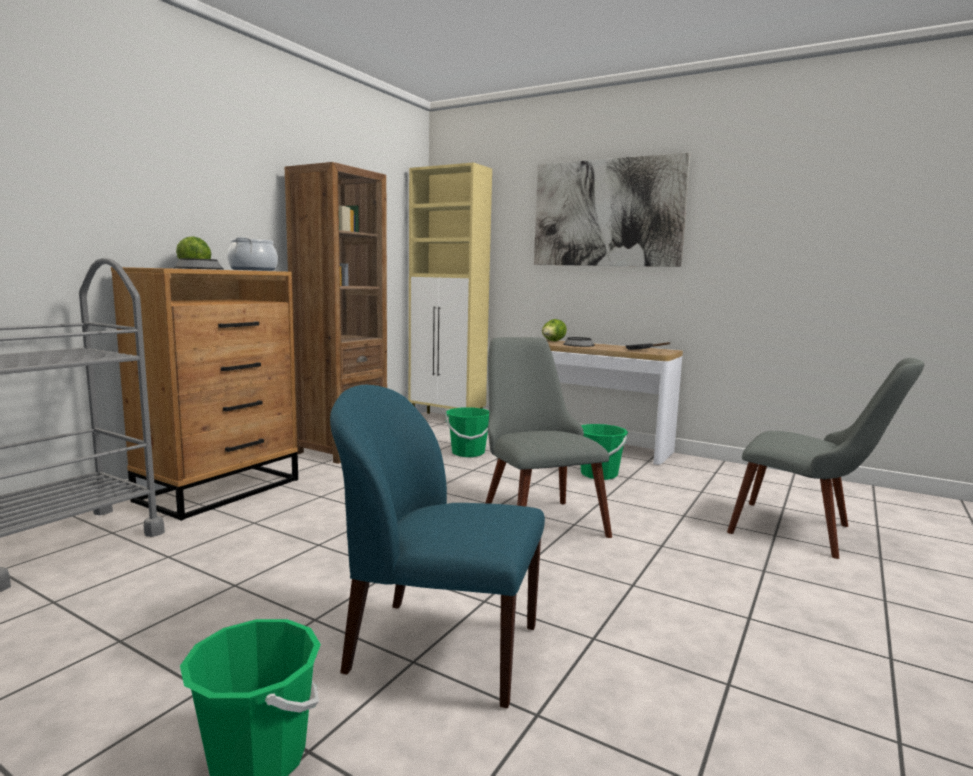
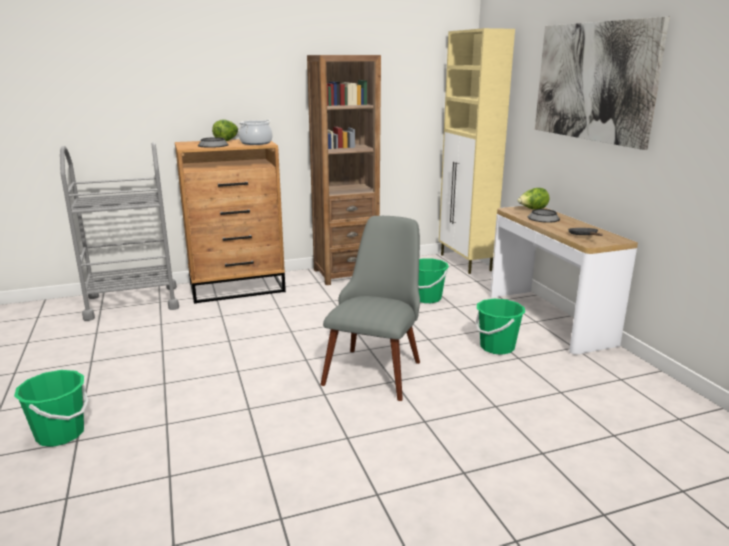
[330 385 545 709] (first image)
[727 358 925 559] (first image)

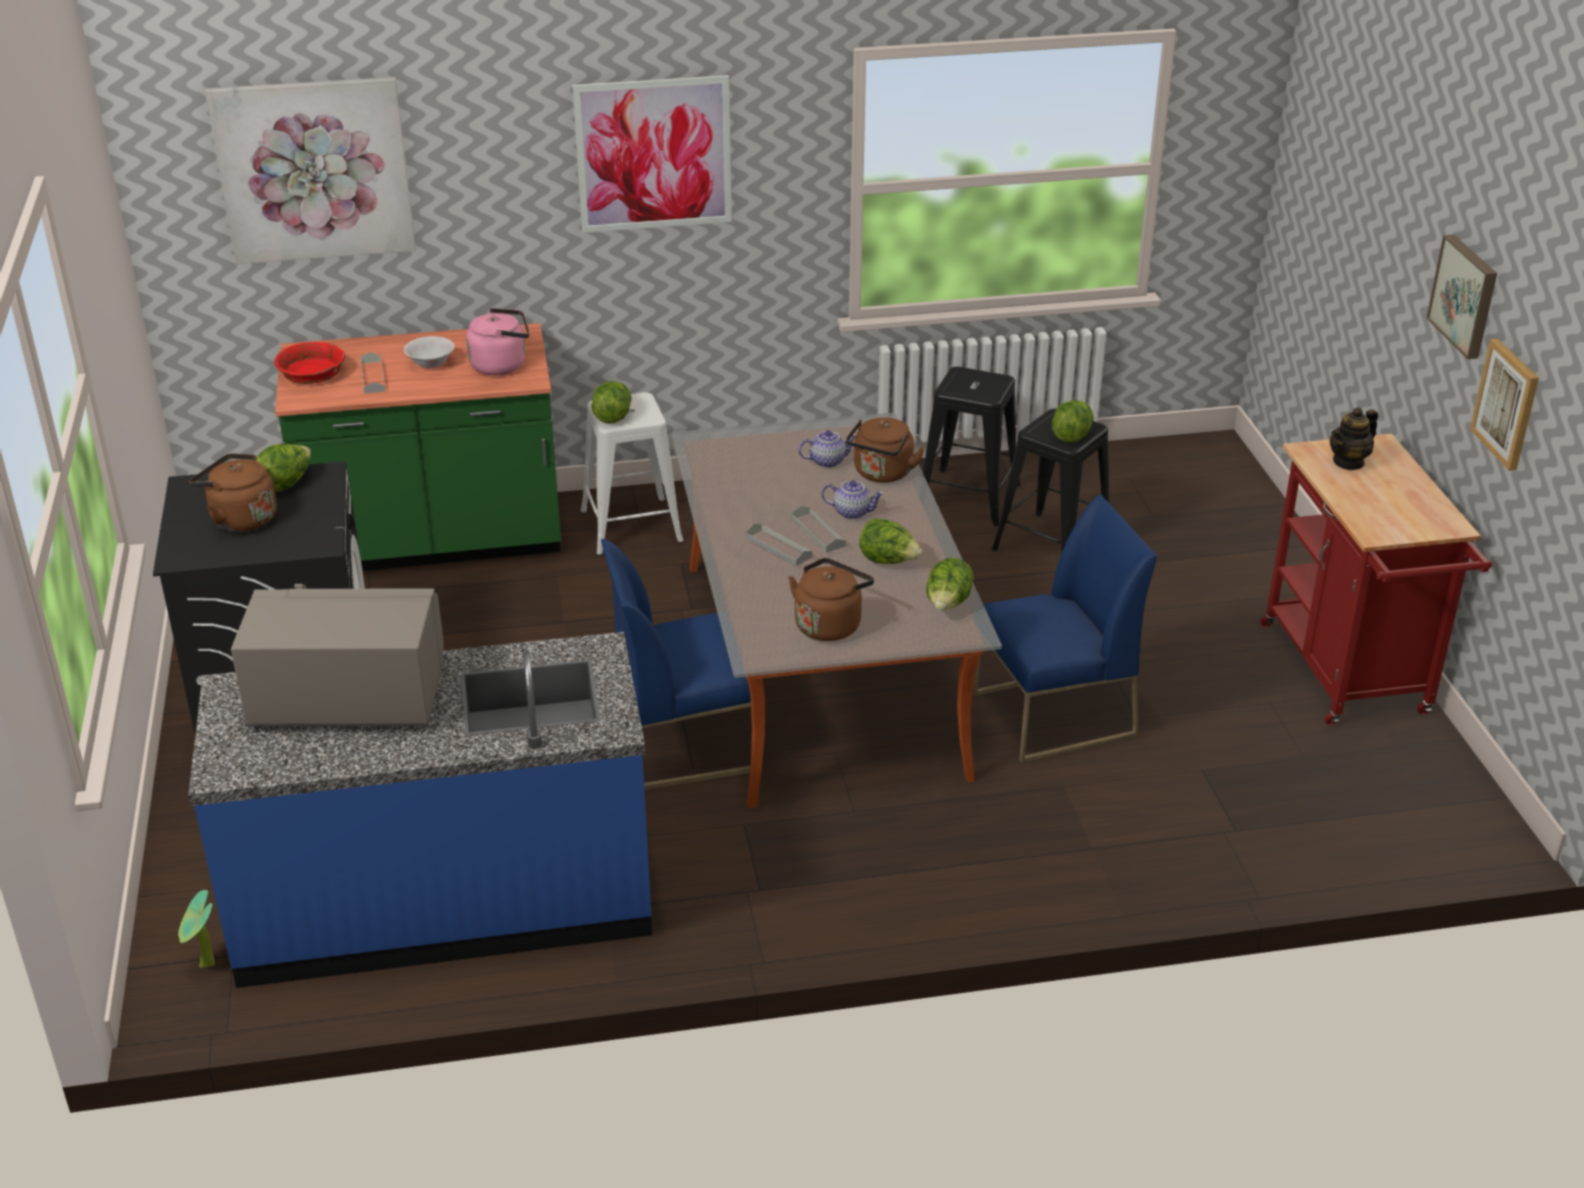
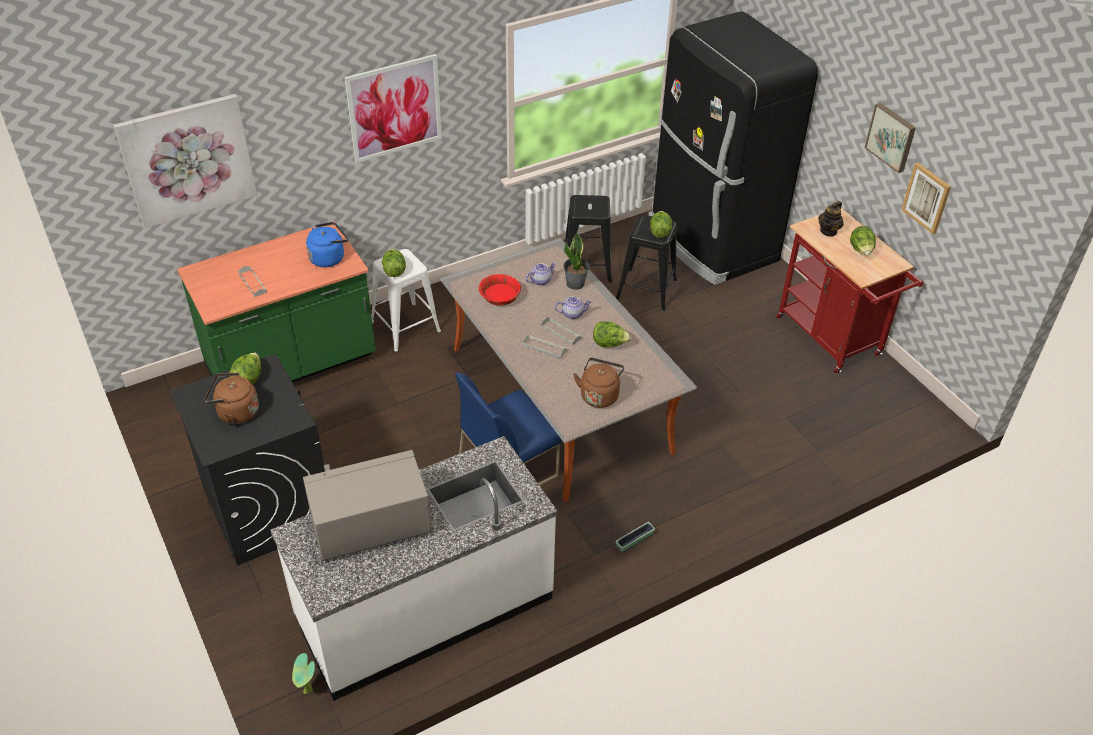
[404 336 454 368] (first image)
[973 495 1157 763] (first image)
[616 522 655 553]
[649 11 818 285]
[479 274 521 306]
[850 226 876 256]
[564 232 589 290]
[270 436 558 701]
[306 222 348 267]

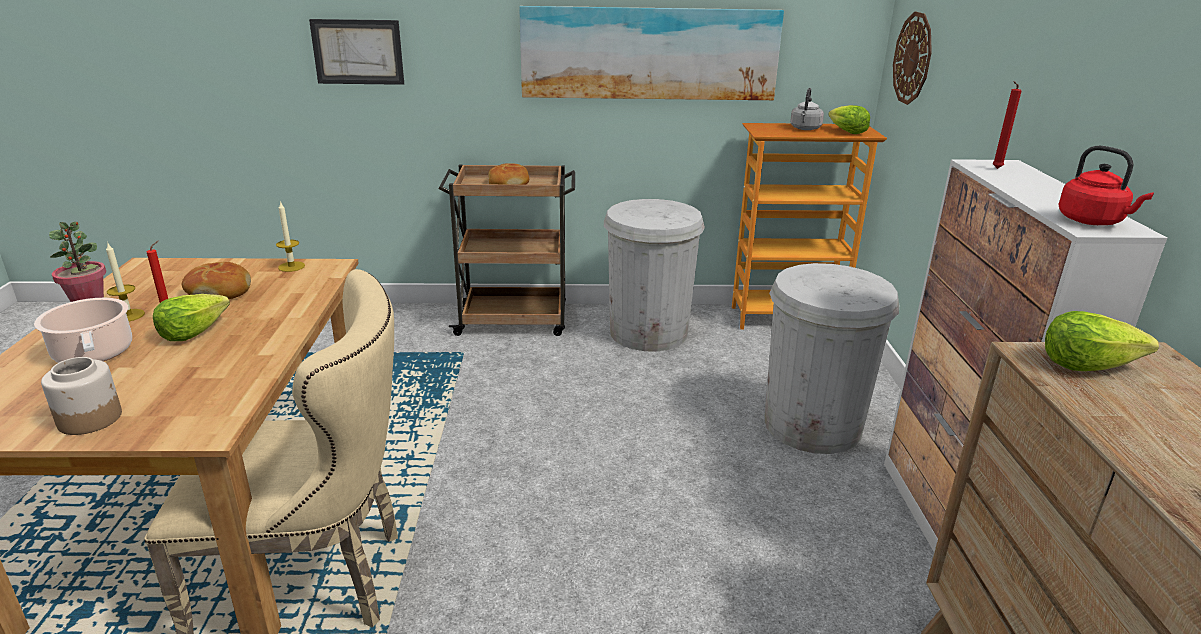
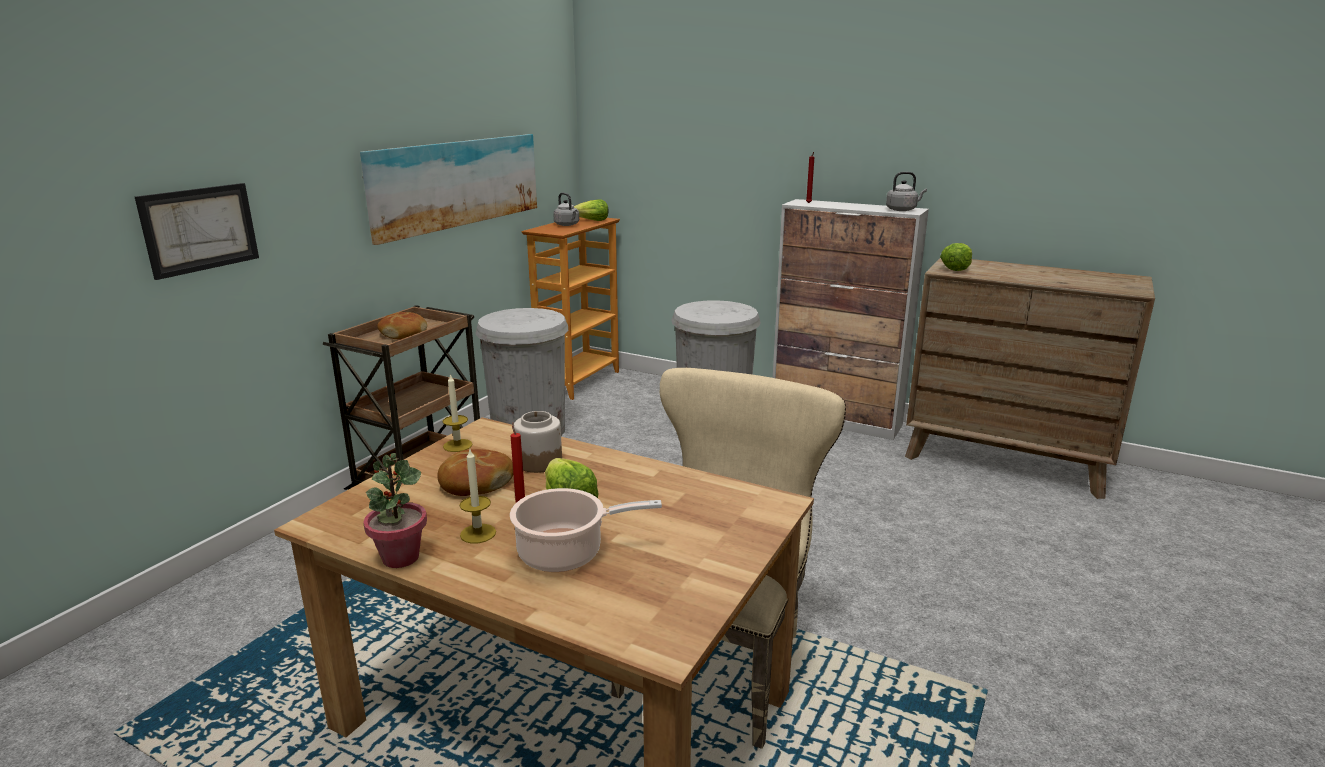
[893 12 932 105] (first image)
[514 411 562 473]
[886 172 927 211]

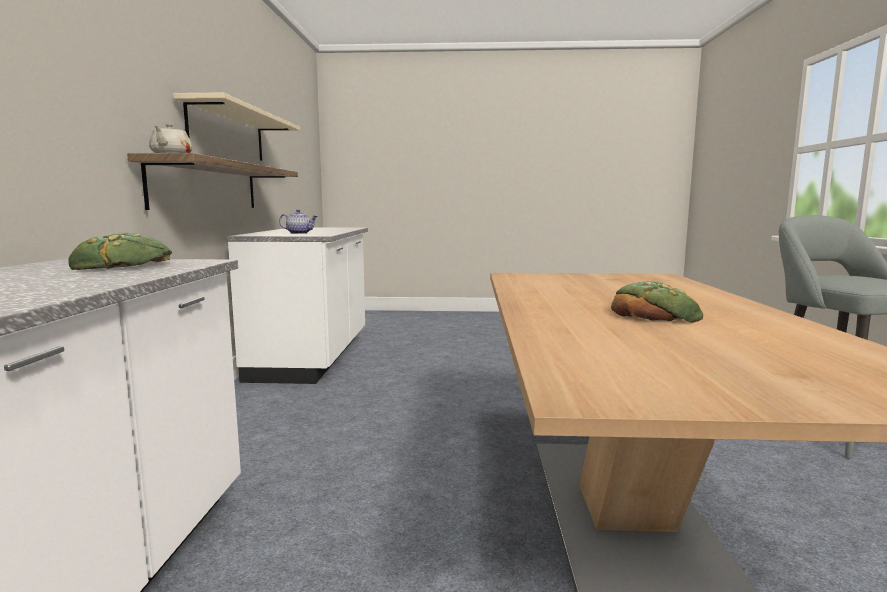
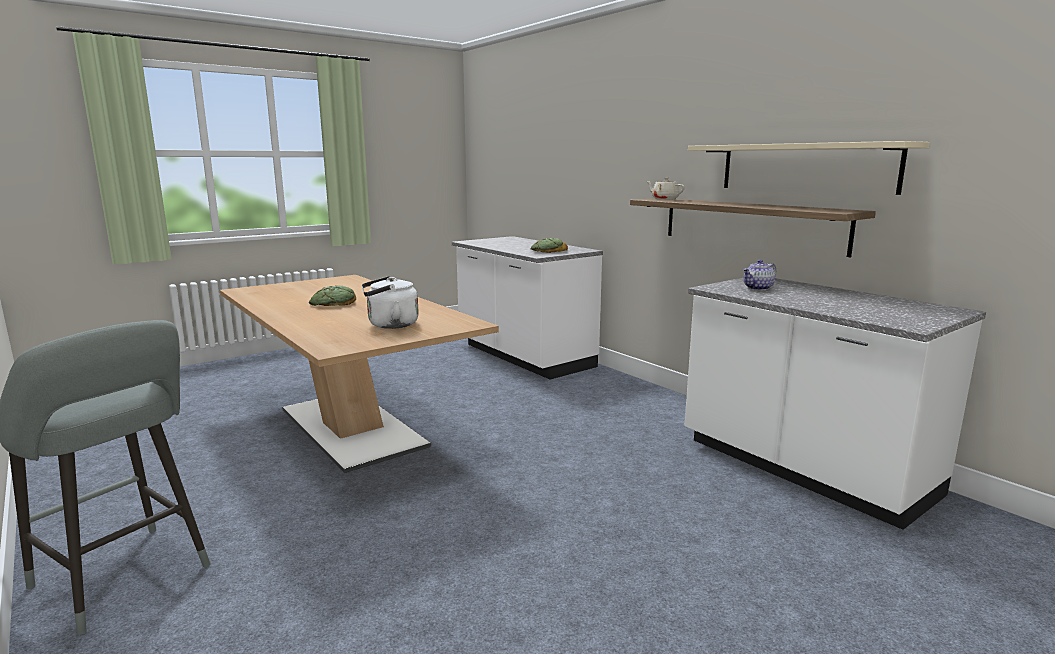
[362 276 419 329]

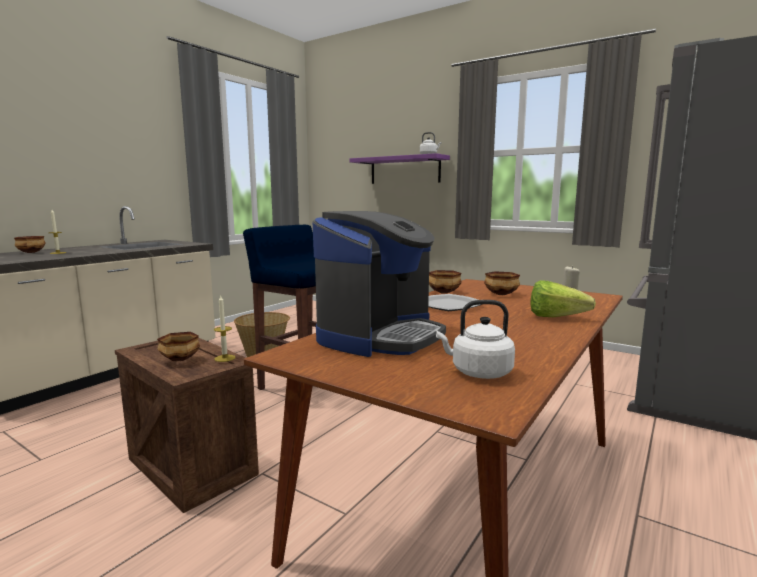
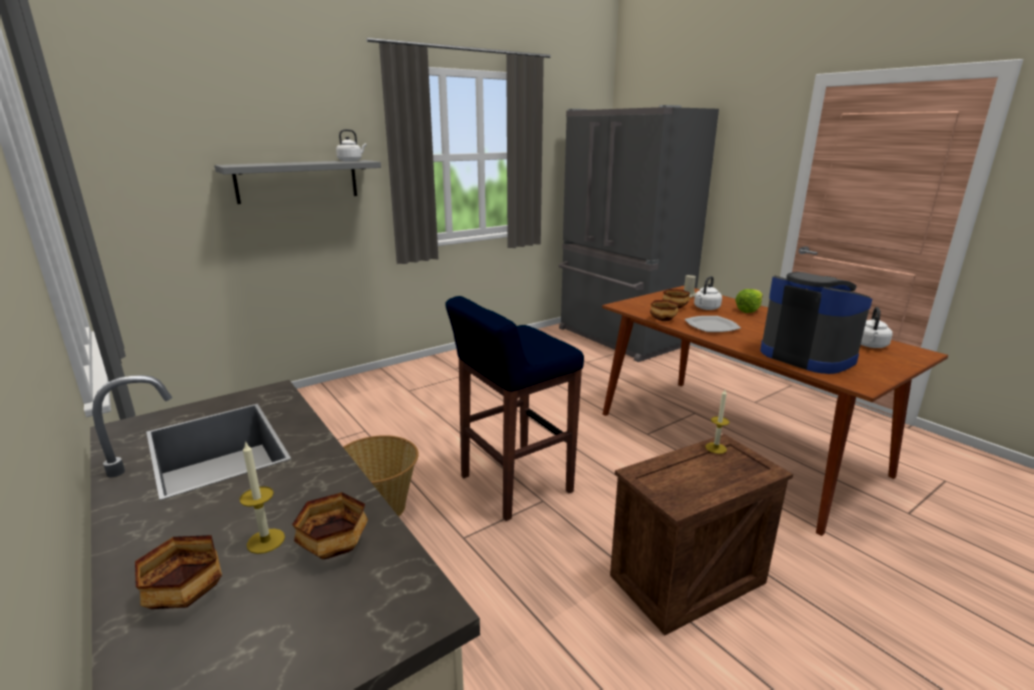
[694 276 722 310]
[292 492 368 559]
[214 160 381 204]

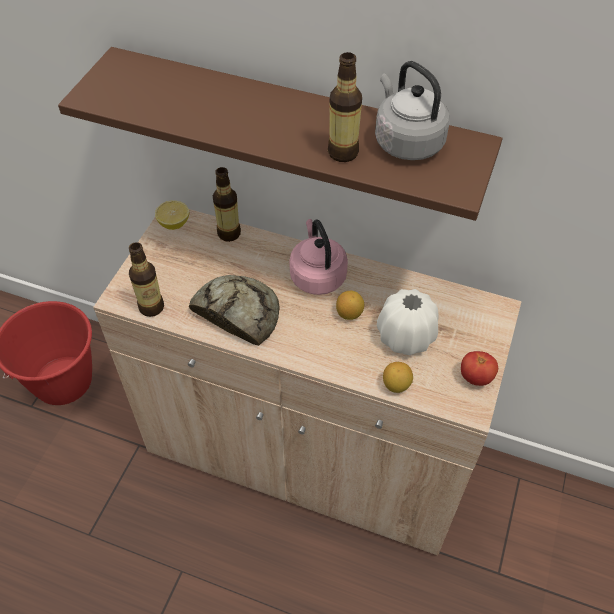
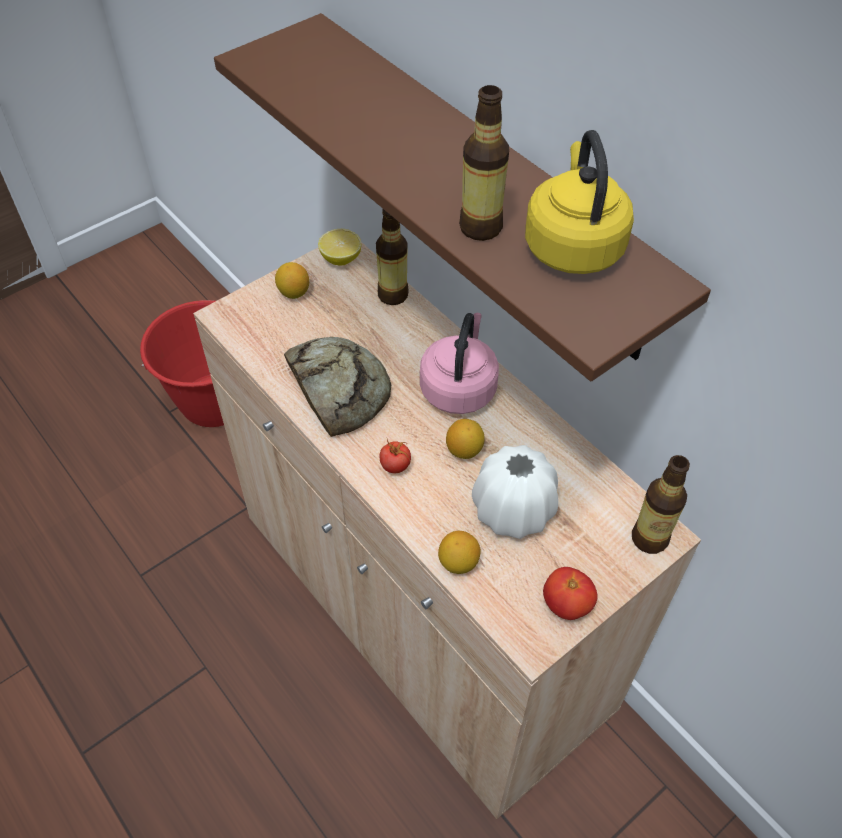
[275 262 309 299]
[380 439 411 473]
[632 455 690 554]
[525 130 634 274]

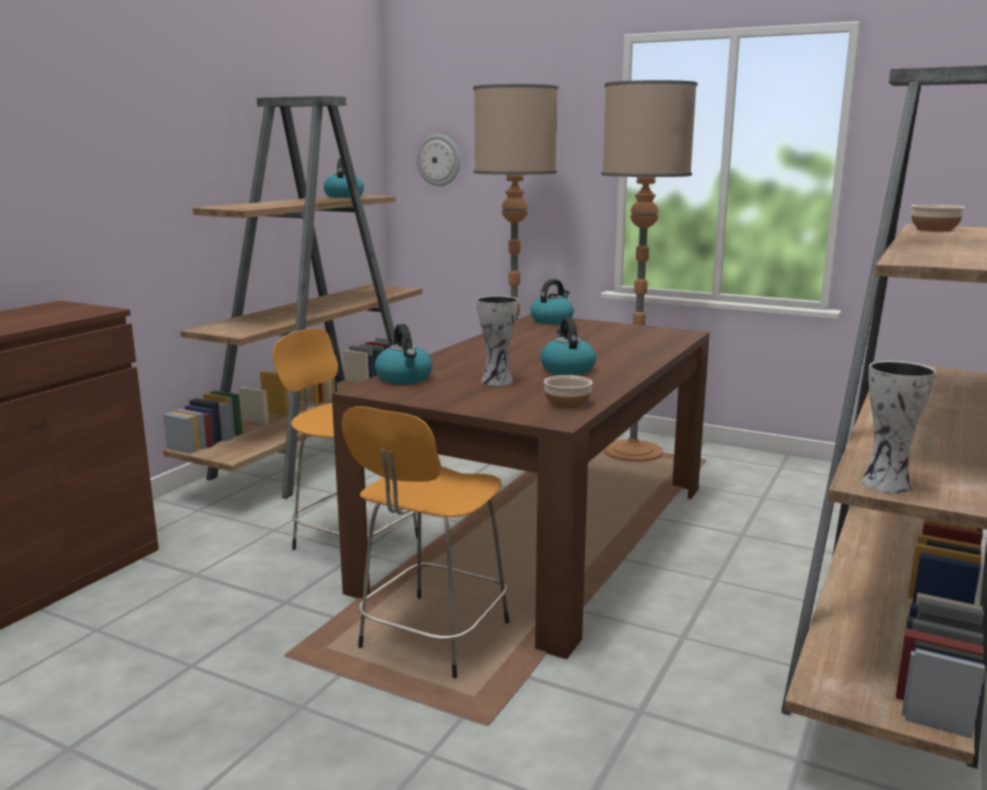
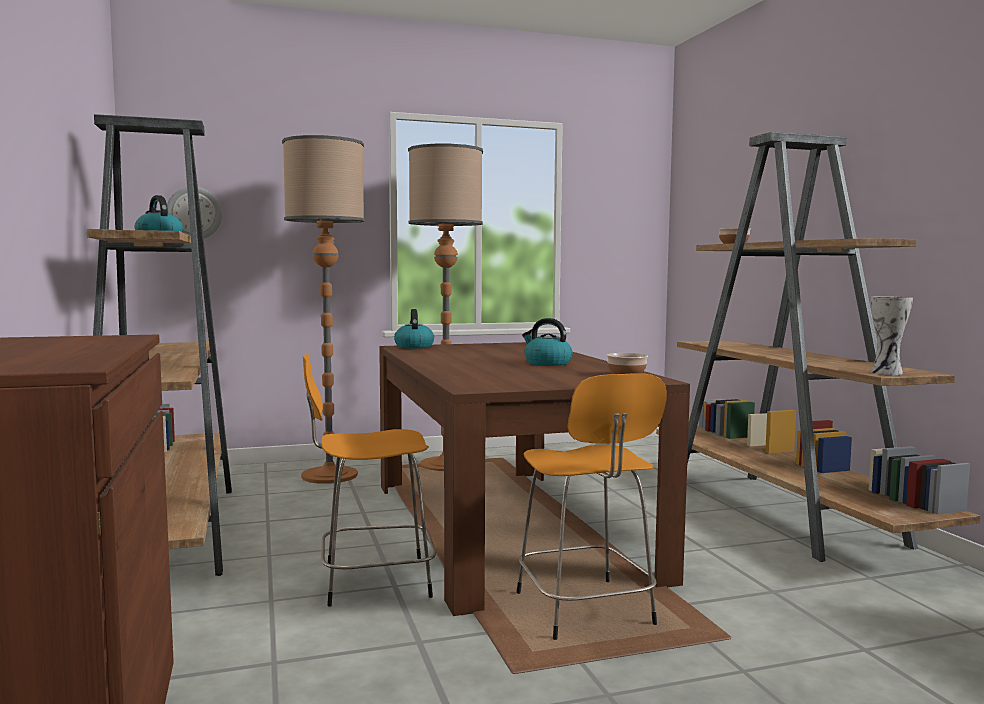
[375 324 433 384] (first image)
[477 296 518 386] (first image)

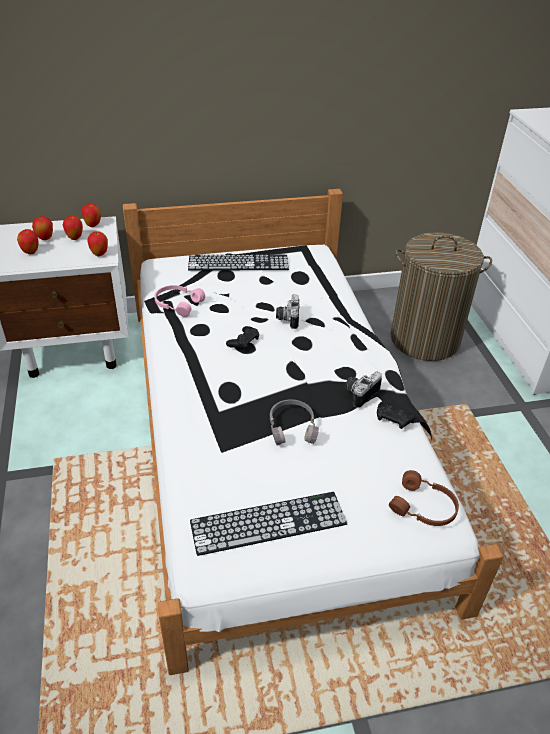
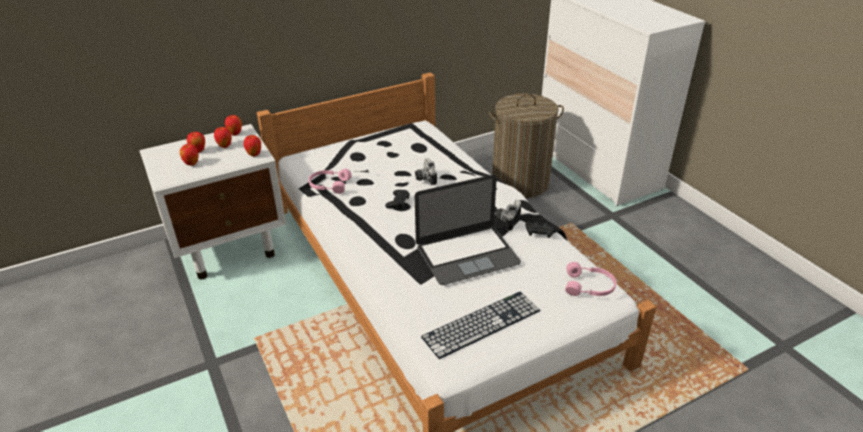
[188 255 289 271] (first image)
[415 175 521 285]
[565 262 616 296]

